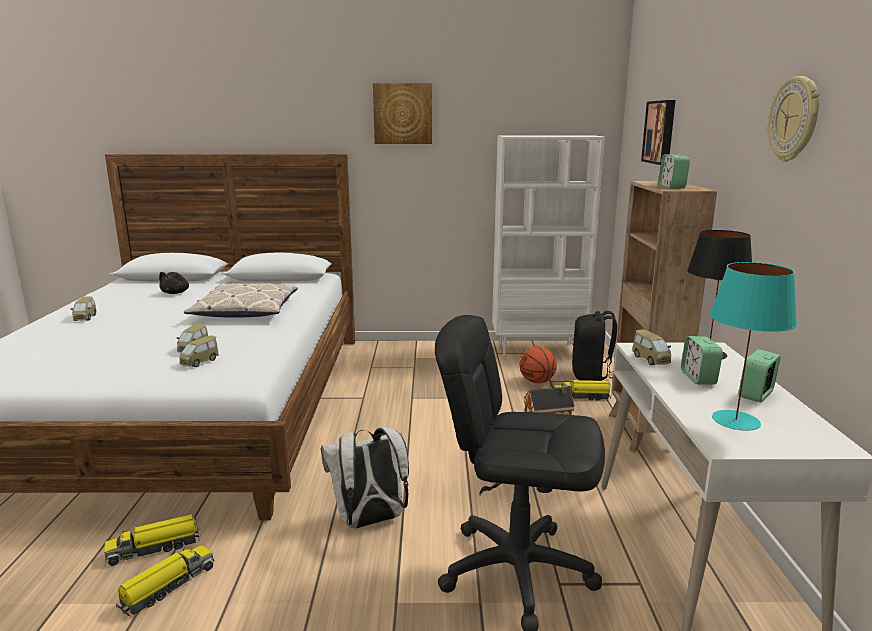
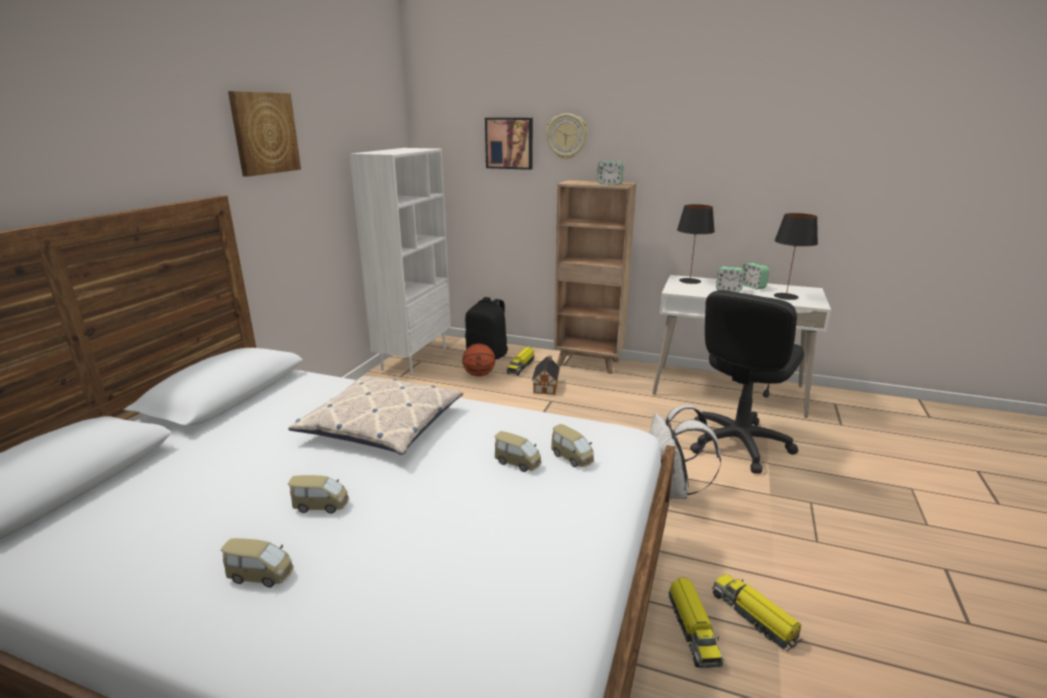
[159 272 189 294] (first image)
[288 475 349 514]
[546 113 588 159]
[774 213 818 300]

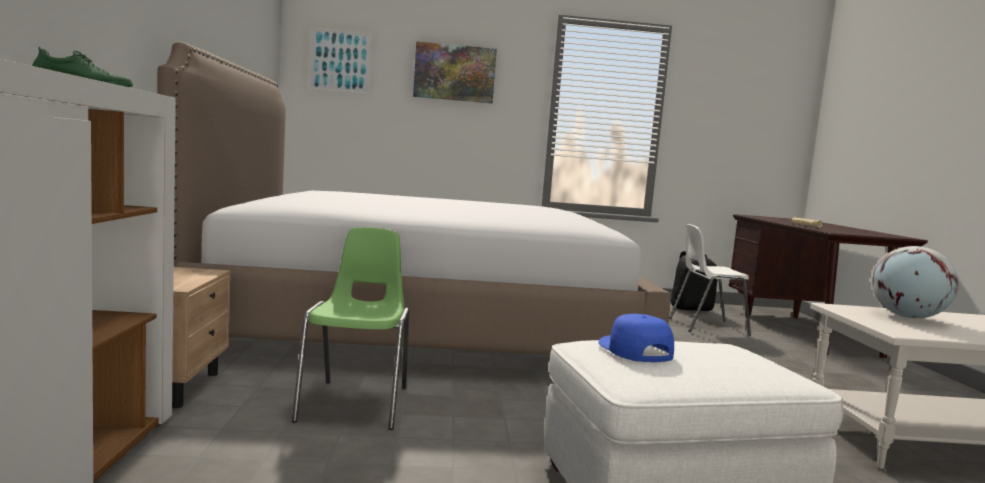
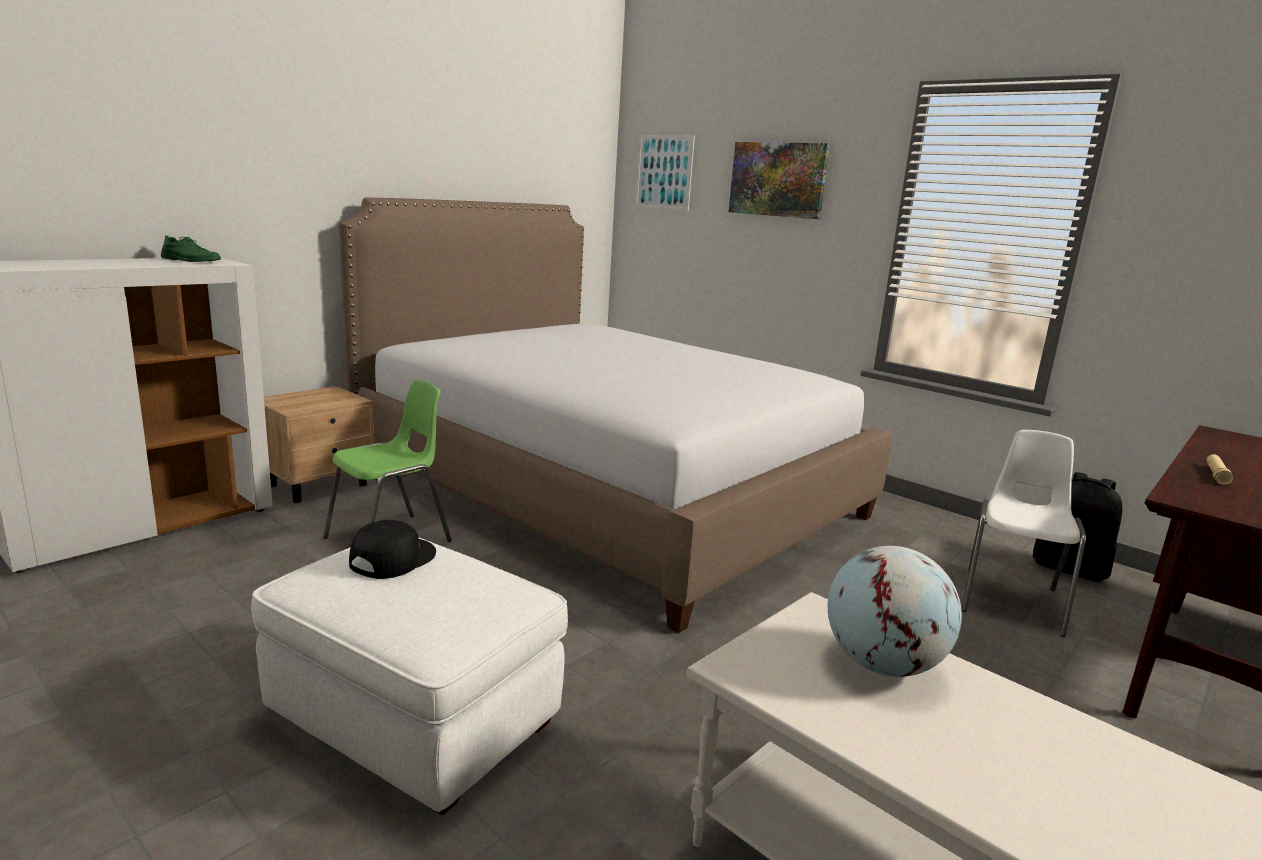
[349 520 436 579]
[962 430 1086 637]

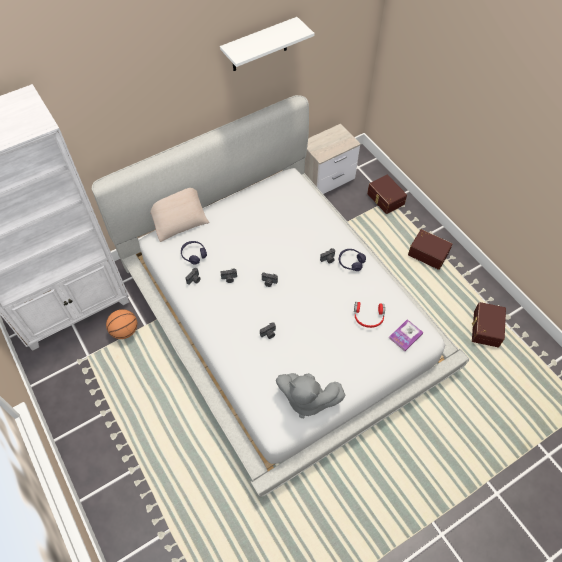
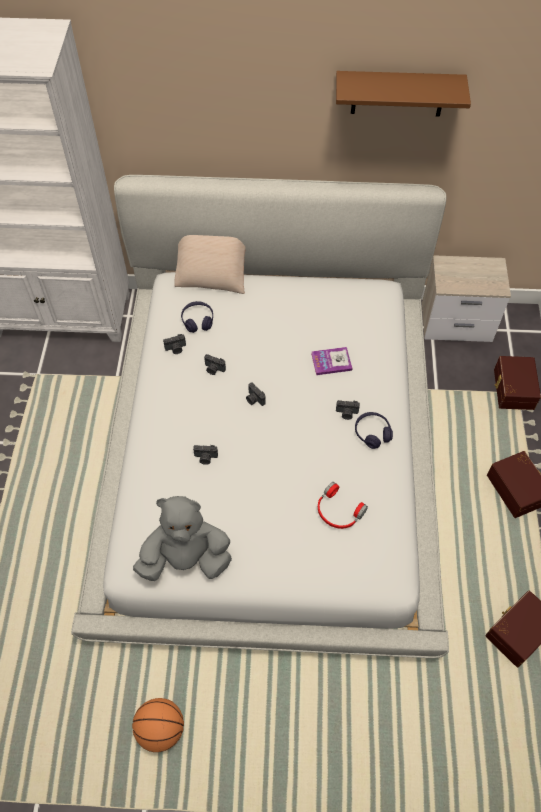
[132 698 184 752]
[311 347 352 375]
[336 71 471 117]
[133 496 232 581]

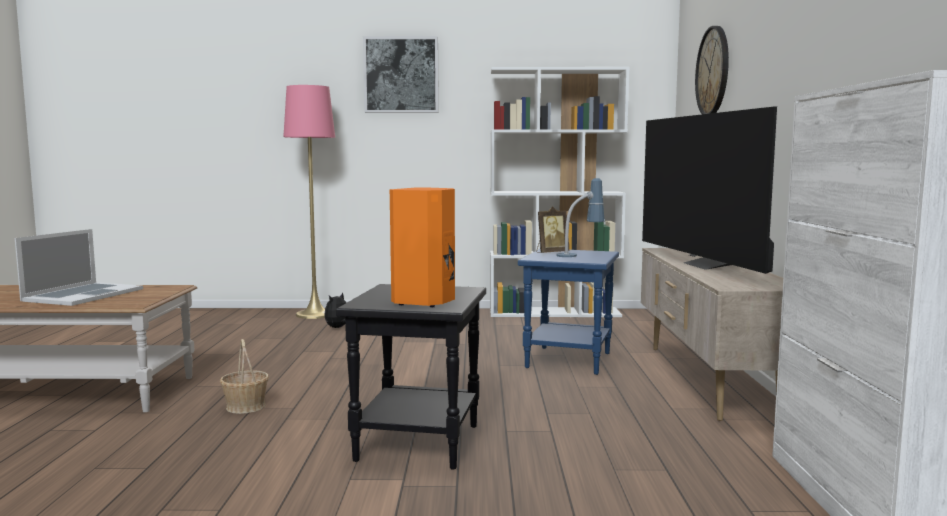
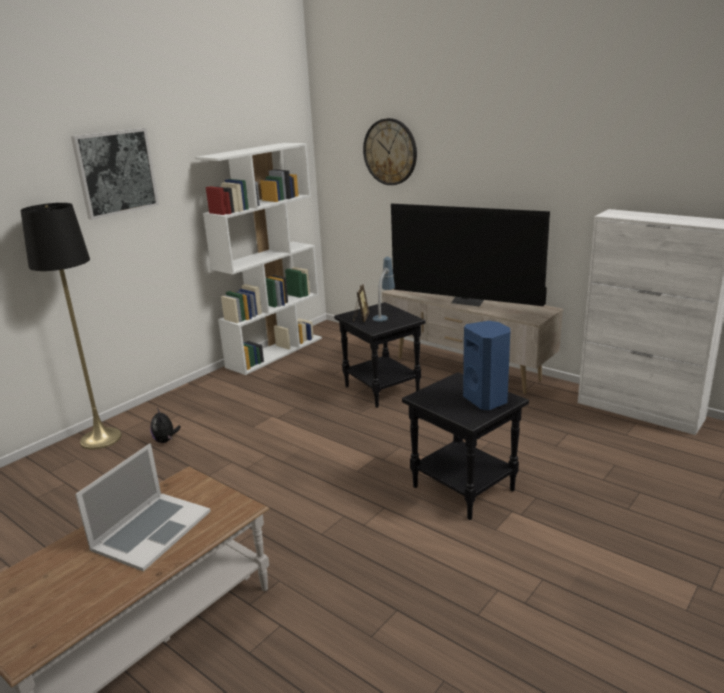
[220 339 269 414] (first image)
[21 203 122 449]
[463 321 510 410]
[334 302 426 408]
[75 443 211 572]

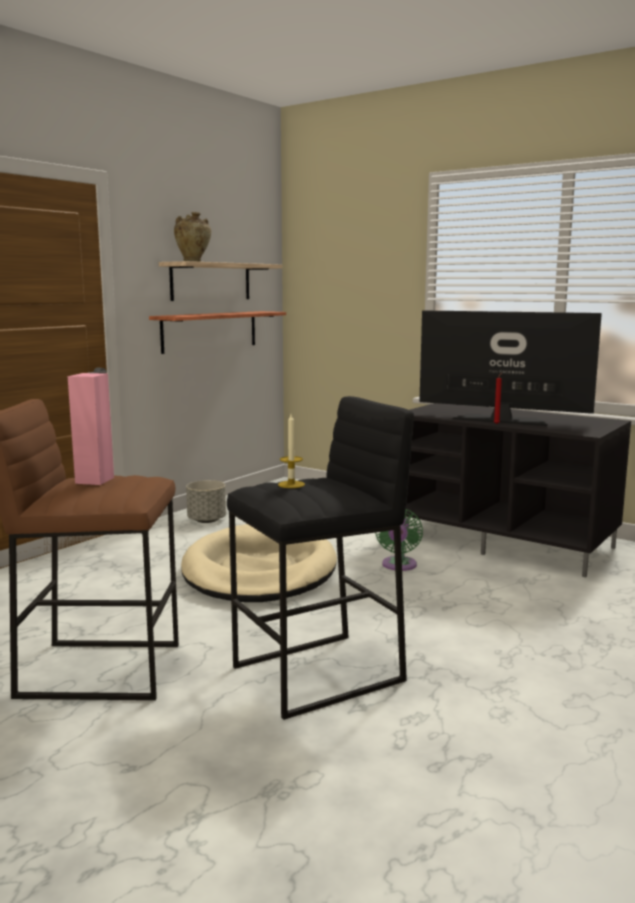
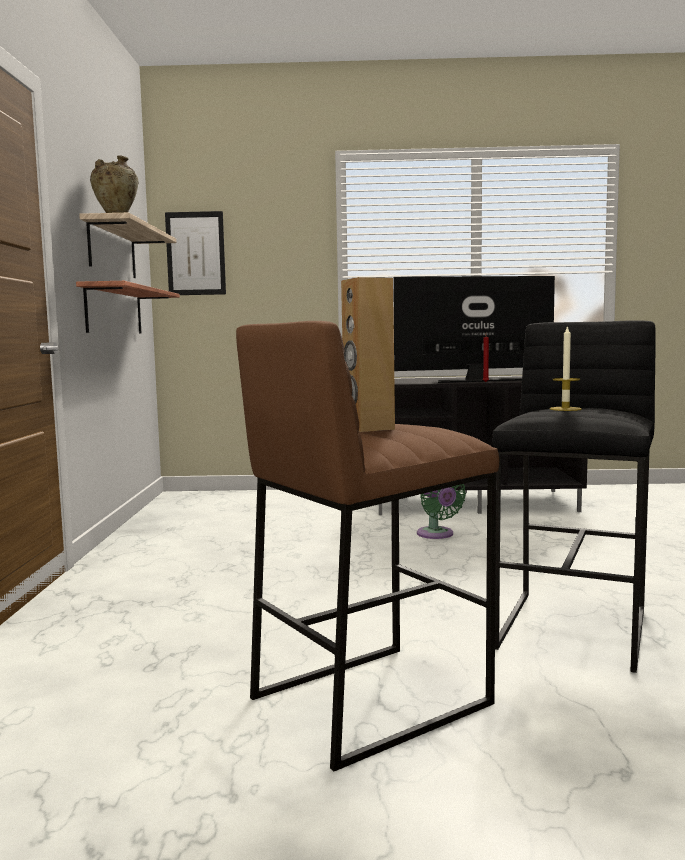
[181 524 337 602] (first image)
[186 480 226 523] (first image)
[165 211 226 295]
[341 277 395 432]

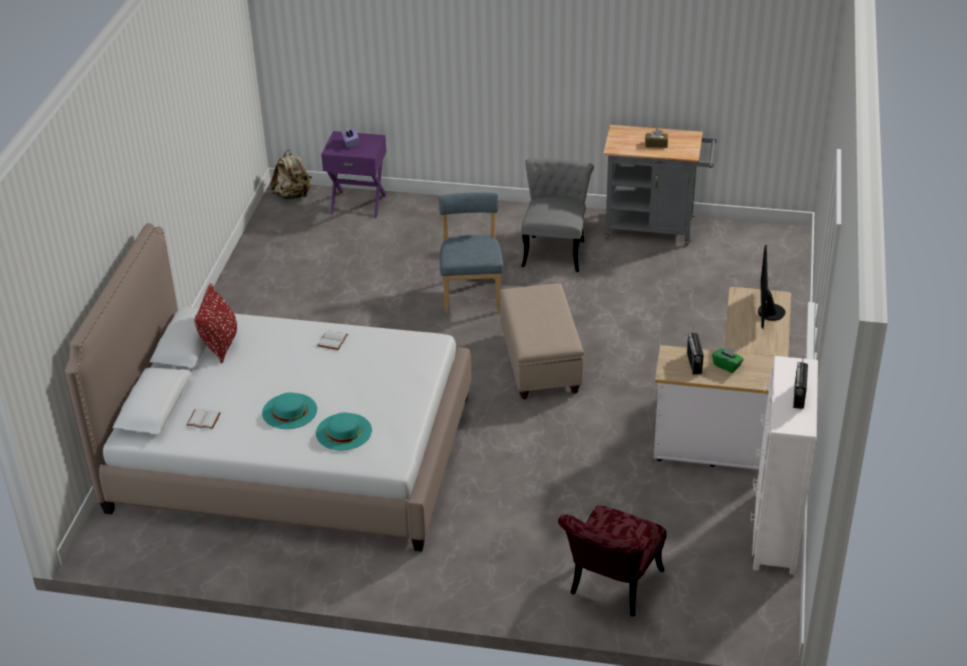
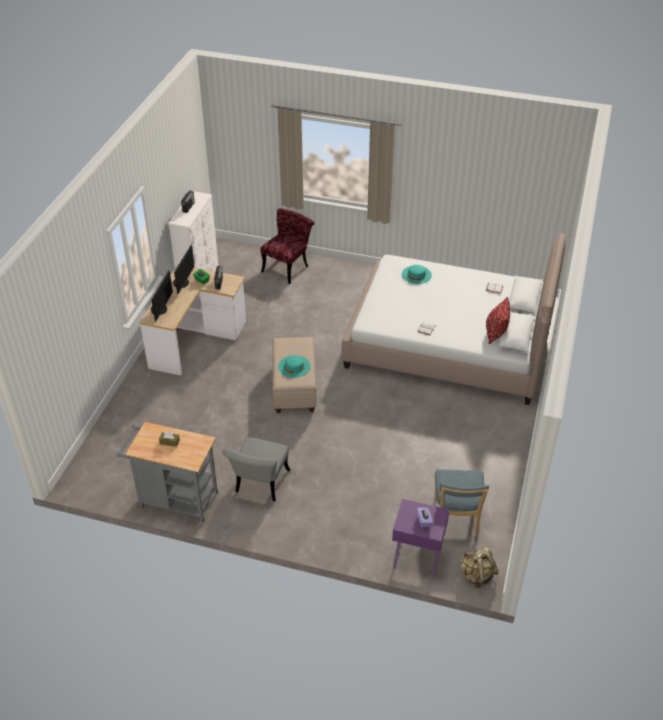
[173 245 195 294]
[278 355 311 378]
[434 469 489 535]

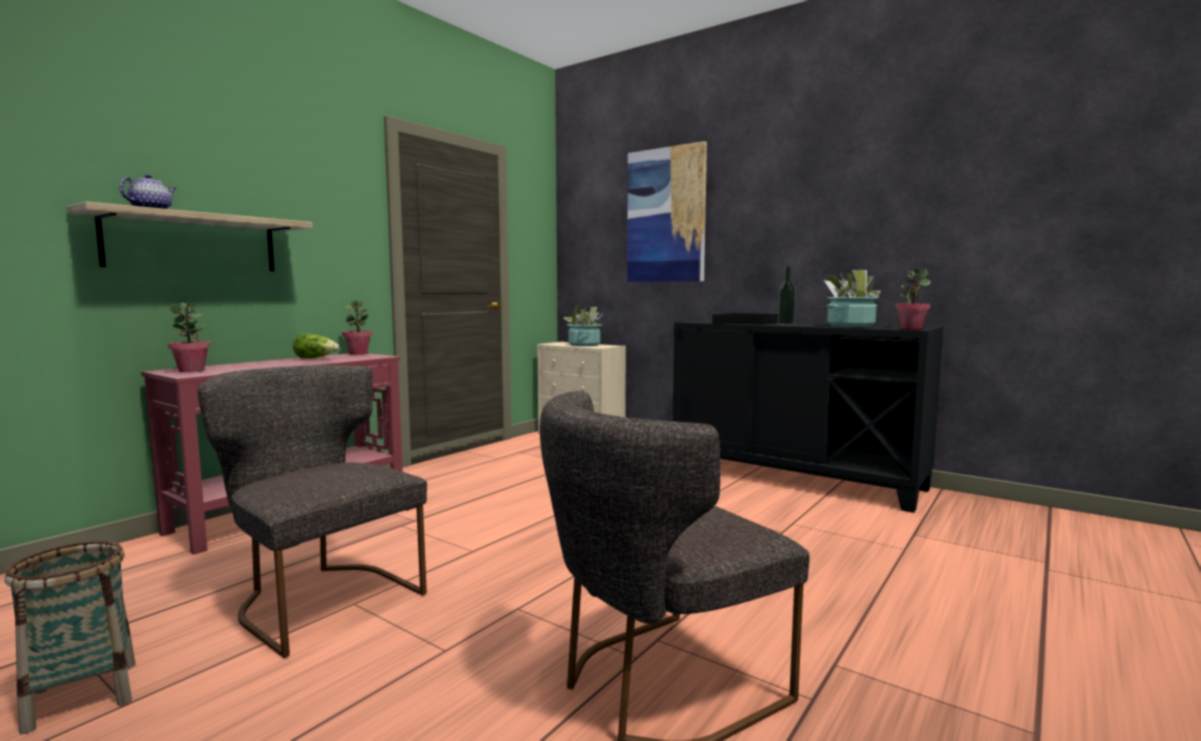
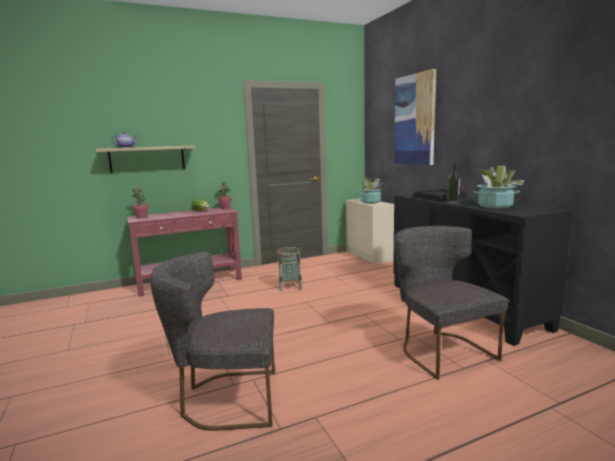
[895 269 931 329] (first image)
[277 246 302 291]
[394 226 508 380]

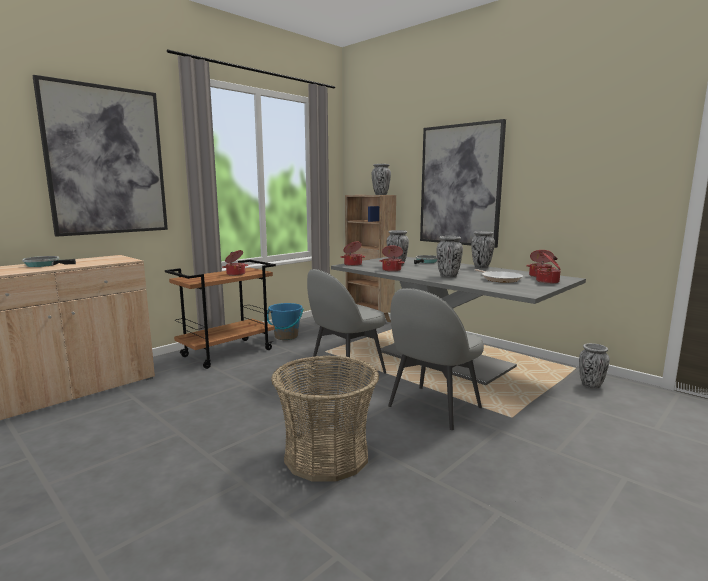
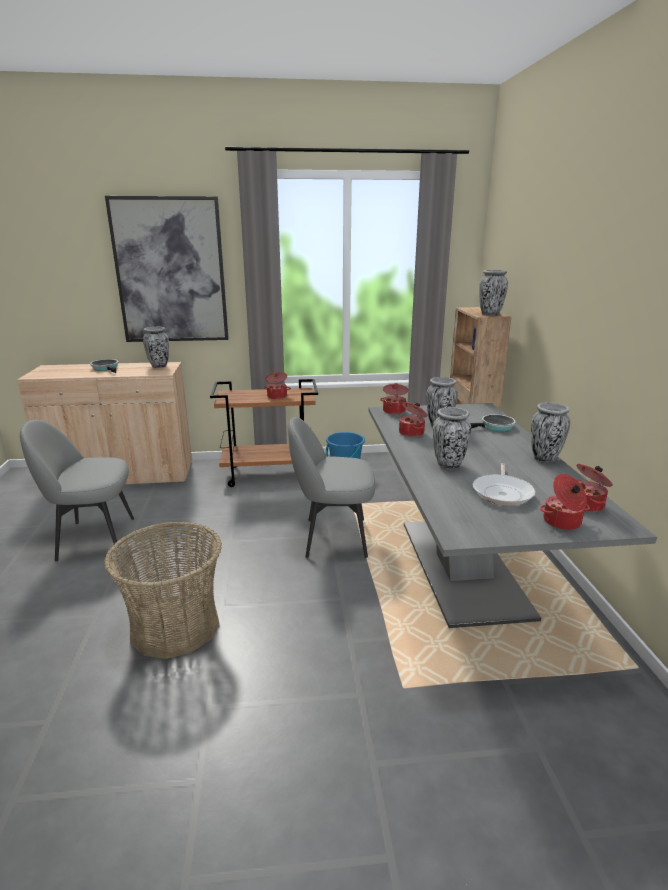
[420 119 506 248] (first image)
[20 419 134 562]
[143 327 169 368]

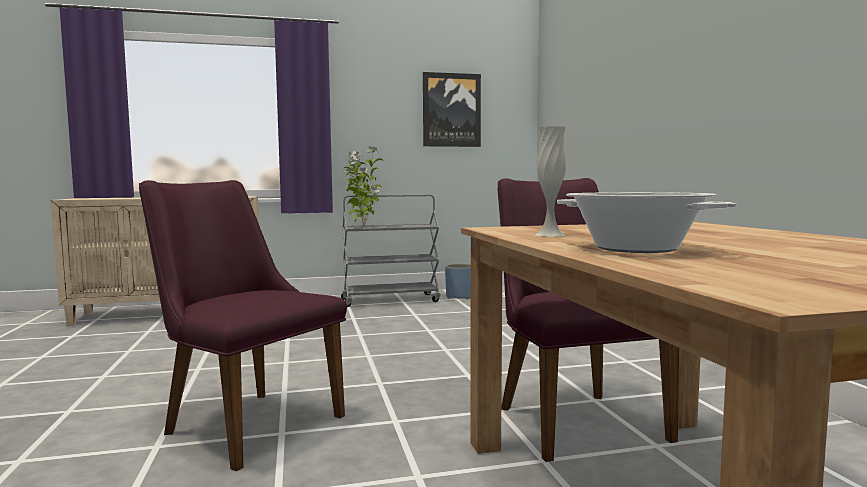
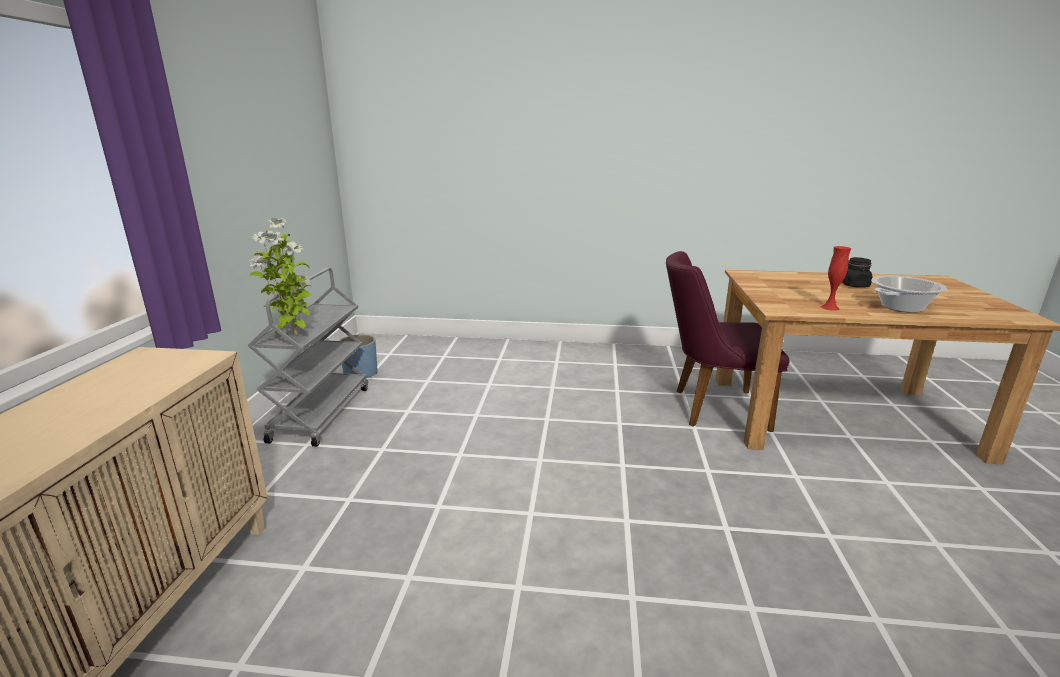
[139 180 347 471] (first image)
[423 72 481 147] (first image)
[842 257 872 287]
[820 246 851 311]

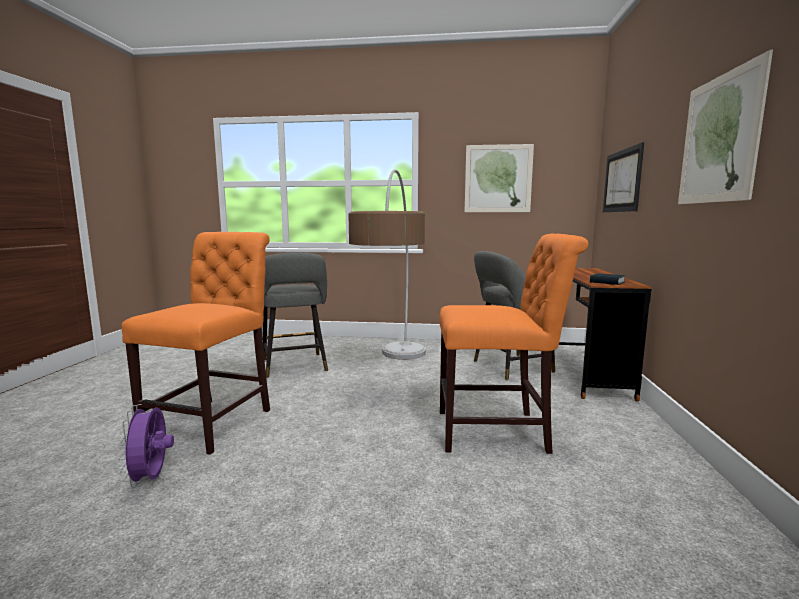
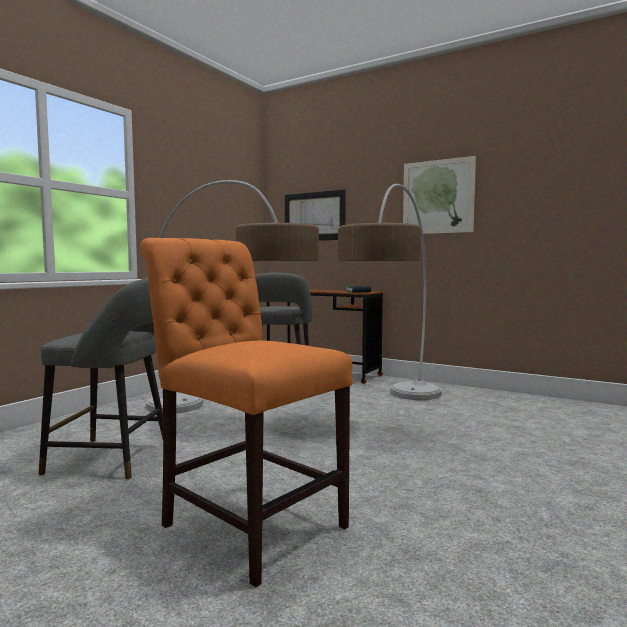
[118 404 174 487] (first image)
[465 144 534 212] (first image)
[338 184 442 400]

